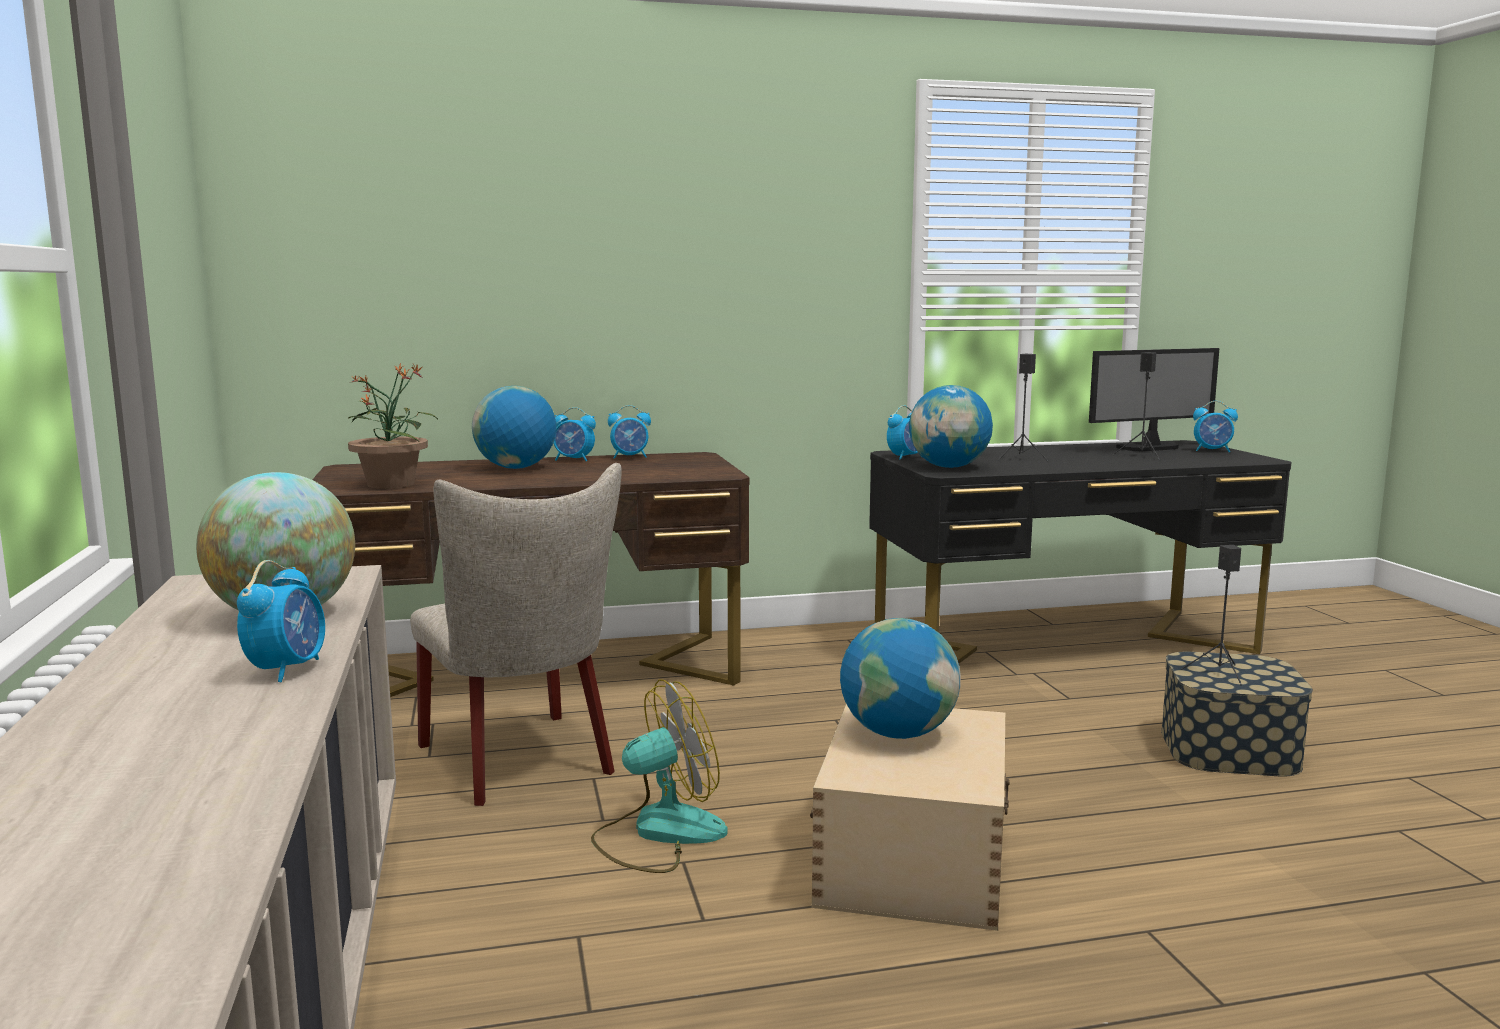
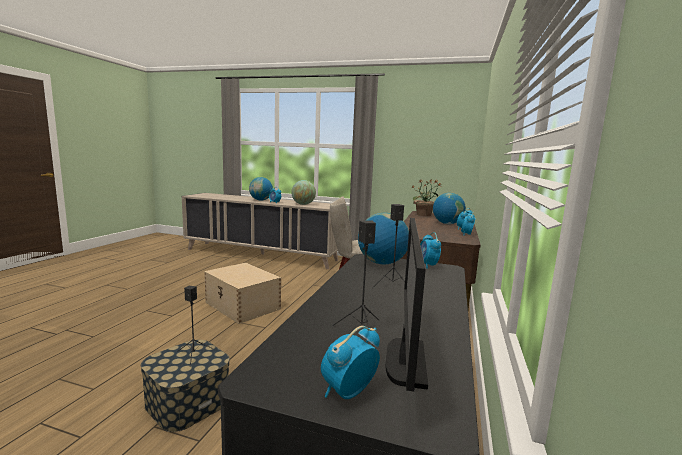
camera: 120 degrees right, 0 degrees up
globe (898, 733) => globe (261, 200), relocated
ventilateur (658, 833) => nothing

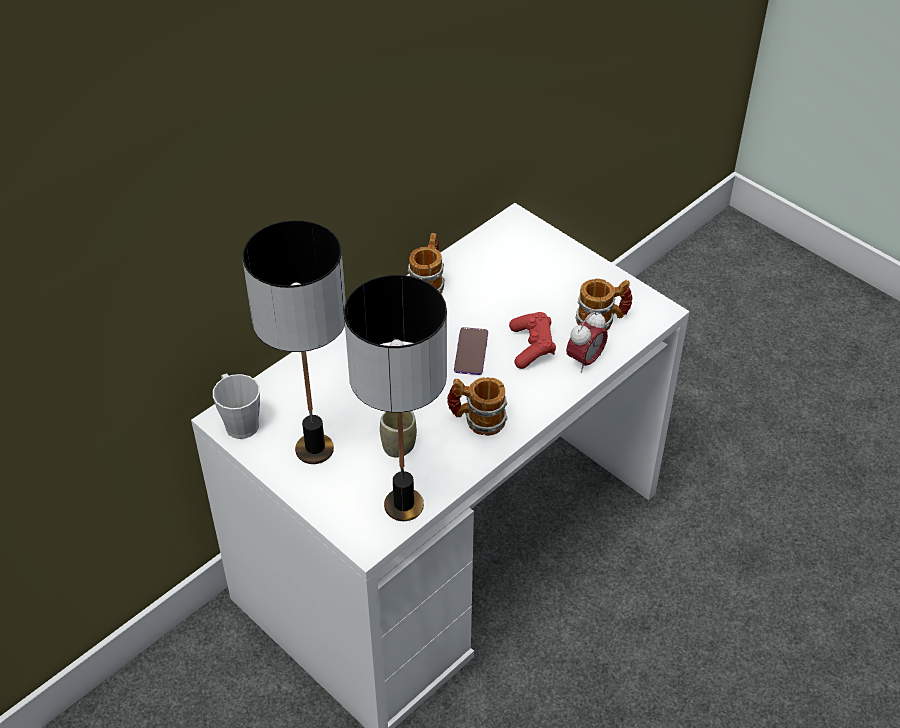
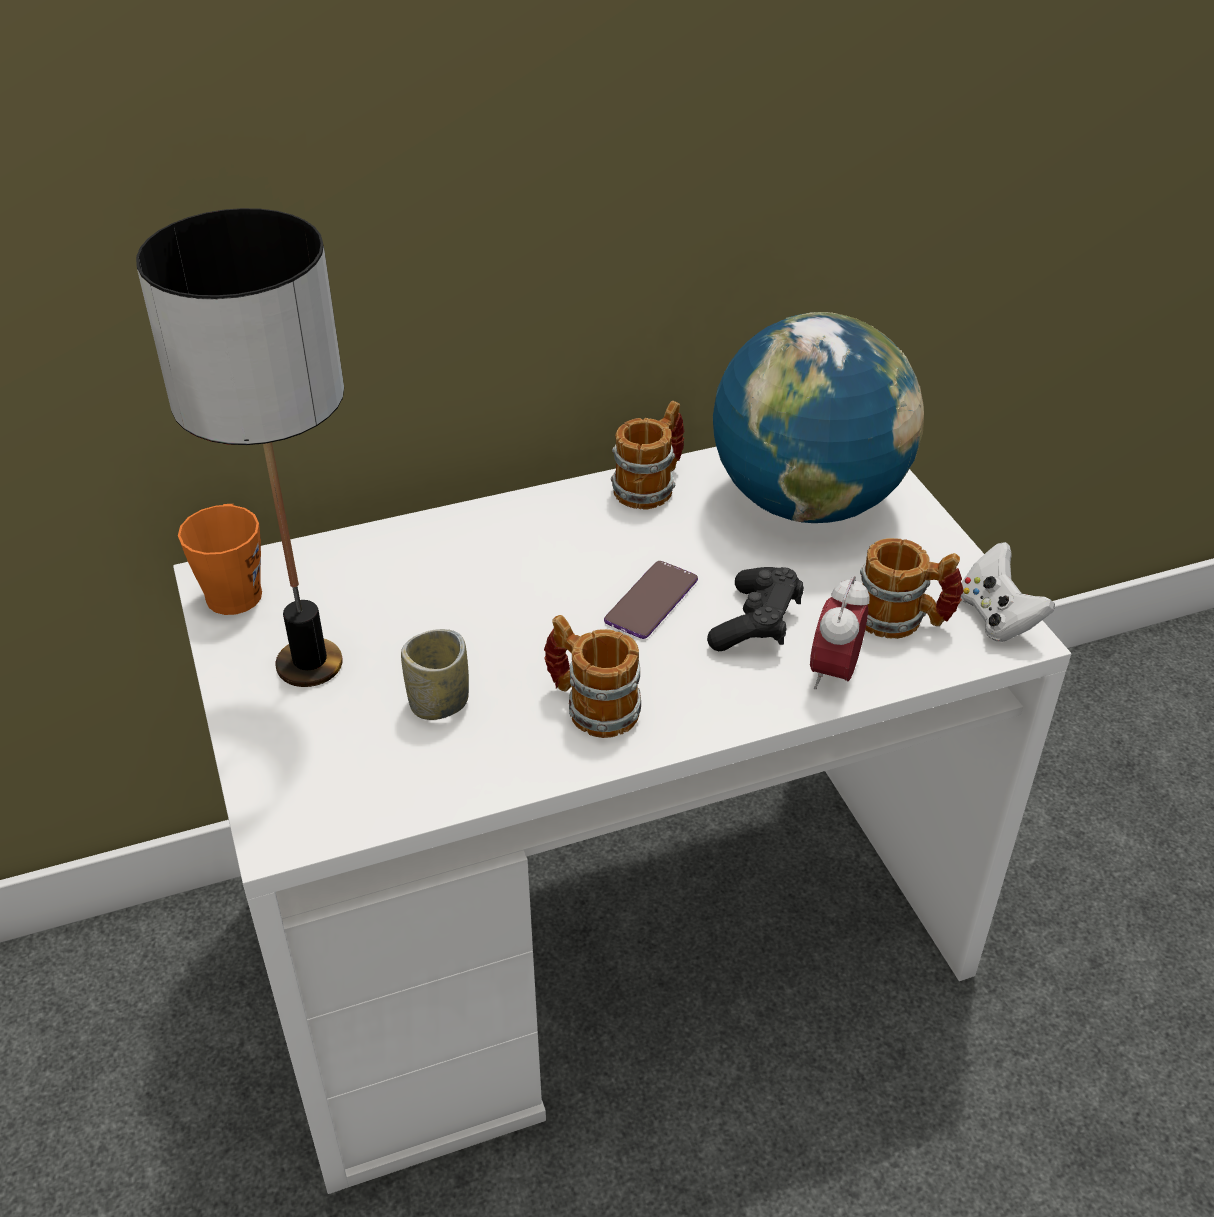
camera: 25 degrees right, 5 degrees down
mug (gris) (239, 421) => mug (orange) (235, 588)
manette (rouge) (532, 347) => manette (noir) (756, 624)
nothing => globe (807, 503)
réveil (585, 360) => réveil (834, 673), 135 degrees clockwise
nothing => manette (blanc) (997, 617)
lampe de table (402, 506) => nothing

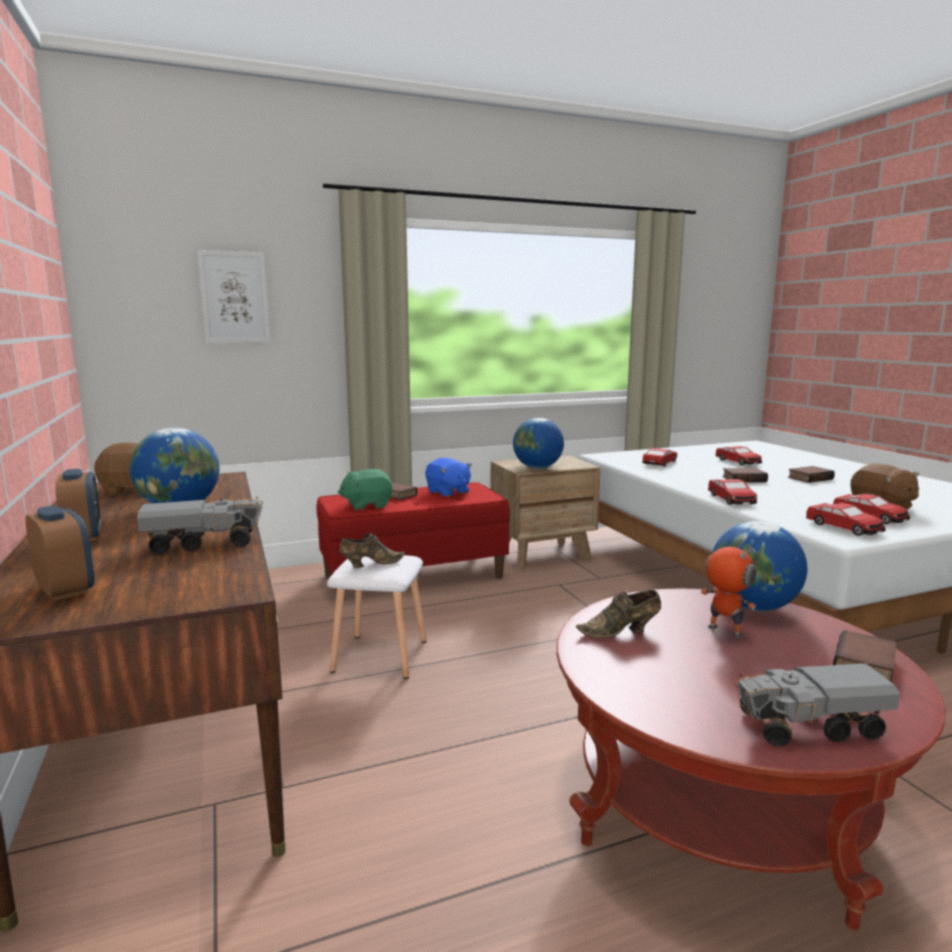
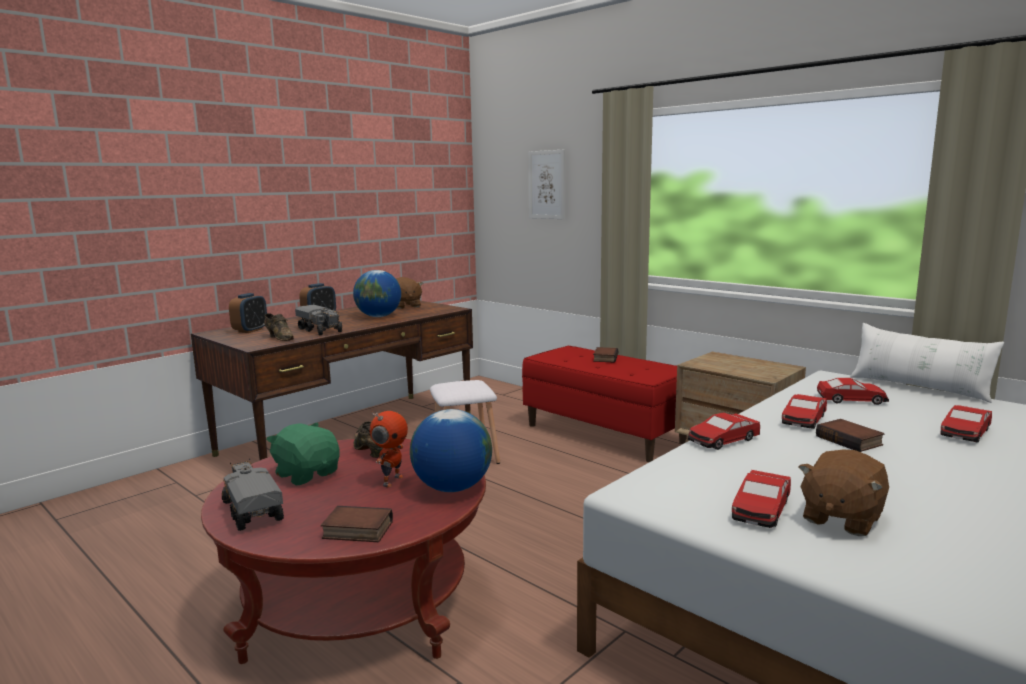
camera: 65 degrees right, 0 degrees up
chaussure (marron) (370, 564) => chaussure (marron) (279, 338), relocated
peluche (vert) (367, 505) => peluche (vert) (307, 474), relocated
petite voiture (844, 527) => petite voiture (803, 419), relocated
nothing => coussin (blanc) (918, 387)
peluche (bleu) (448, 492) => nothing
globe (537, 468) => nothing
livre (809, 478) => nothing

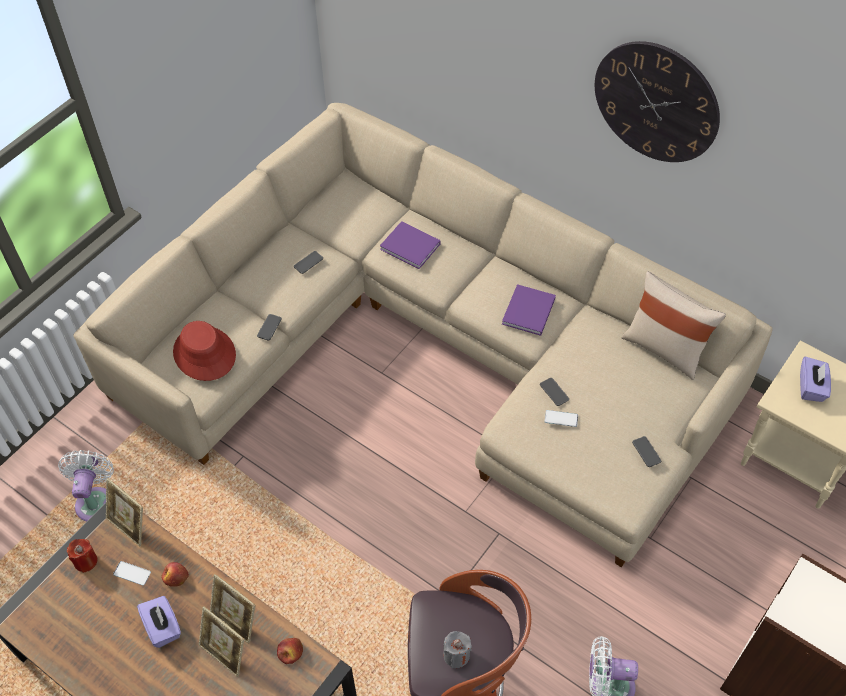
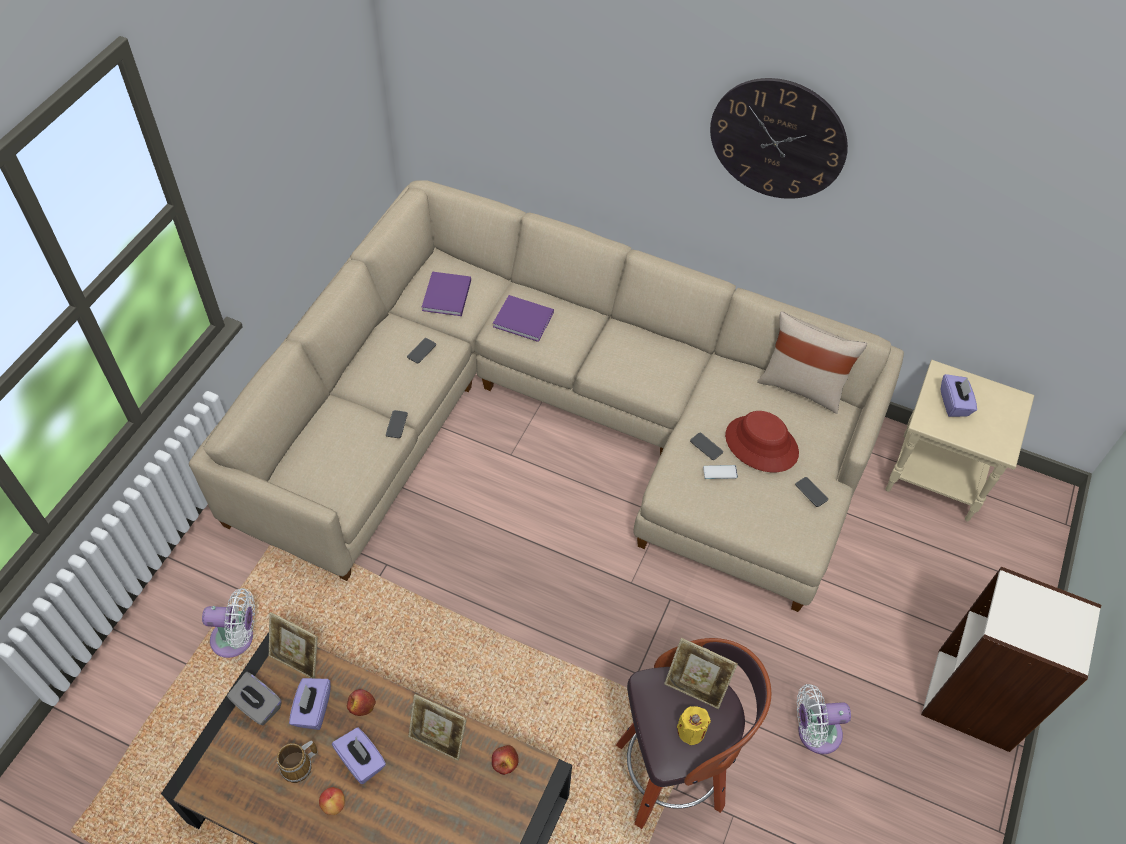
camera: 15 degrees left, 0 degrees up
ventilateur (blanc) (96, 500) => ventilateur (blanc) (237, 639), 105 degrees clockwise
bougie (rouge) (85, 561) => boîte à mouchoirs (gris) (258, 706)
nothing => mug (299, 767)
téléphone (132, 573) => boîte à mouchoirs (violet) (312, 710)
nothing => pomme (333, 804)
livre (violet) (528, 312) => livre (violet) (446, 296), relocated
cadre photo (225, 653) => cadre photo (695, 687), relocated
bougie (gris) (456, 655) => bougie (jaune) (691, 731)
chapeau (rouge) (204, 354) => chapeau (rouge) (761, 445), relocated

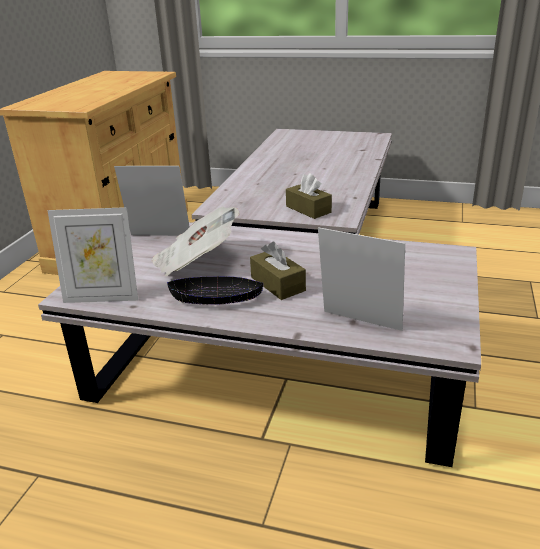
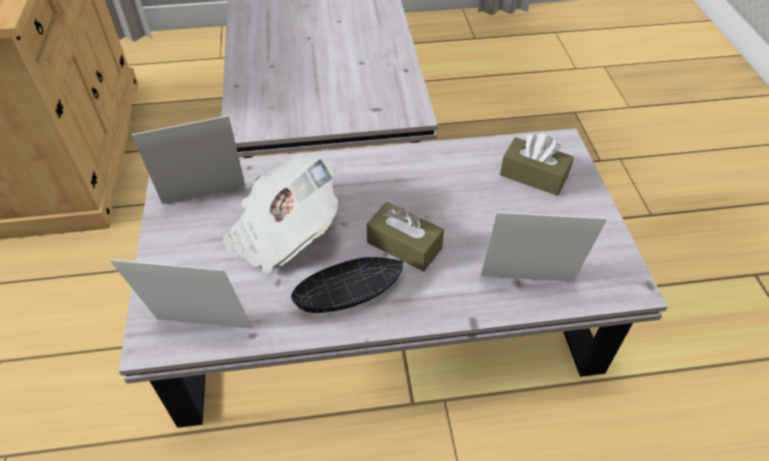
camera: 25 degrees left, 20 degrees up
cadre photo (102, 297) => cadre photo (201, 332), 150 degrees counterclockwise
boîte à mouchoirs (marron) (308, 209) => boîte à mouchoirs (marron) (533, 175), relocated

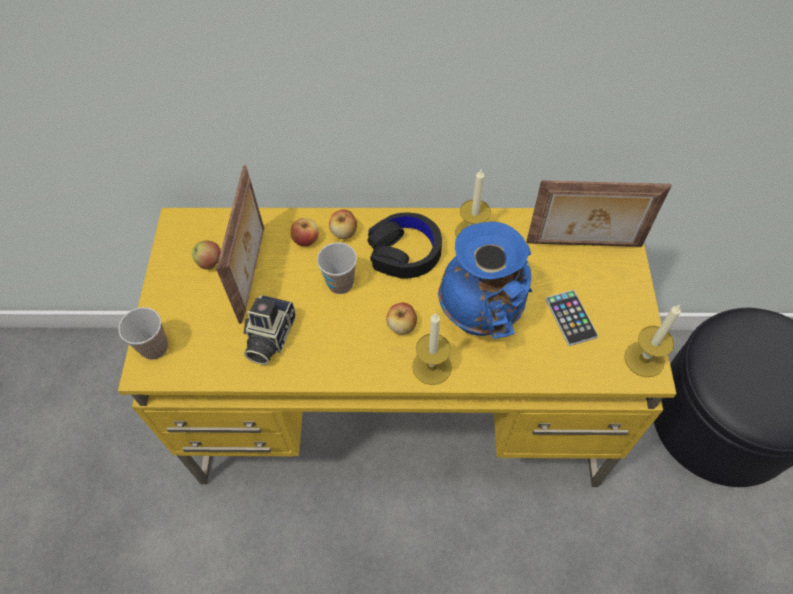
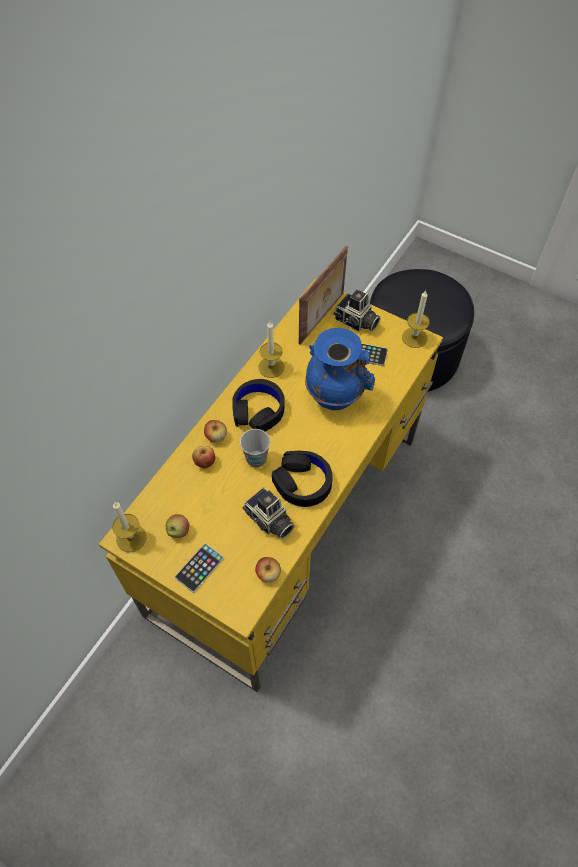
camera: 60 degrees left, 0 degrees up
bougie (432, 366) => bougie (131, 538), relocated
nothing => téléphone (199, 568)
pomme (402, 326) => pomme (268, 574), relocated
nothing => casque audio (noir) (302, 482)
nothing => appareil photo (356, 322)
tasse (154, 347) => nothing
cadre photo (254, 273) => nothing

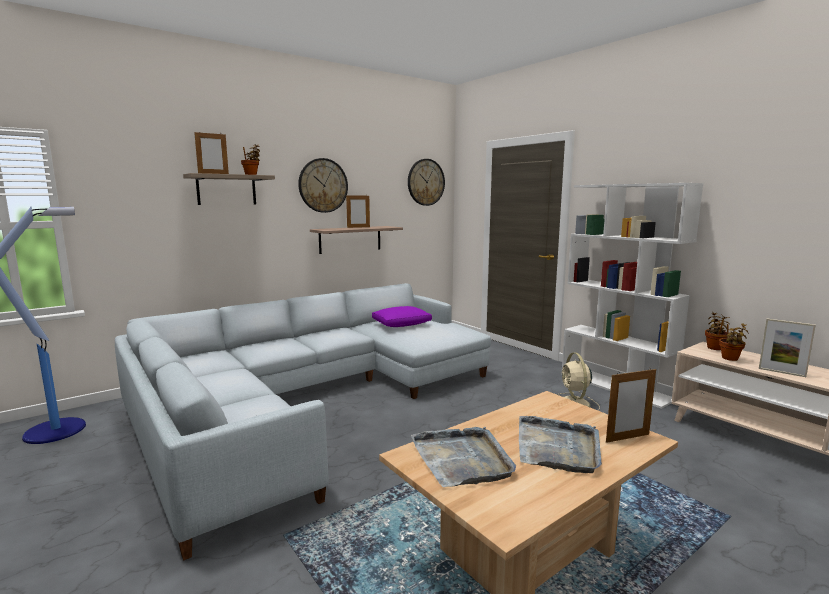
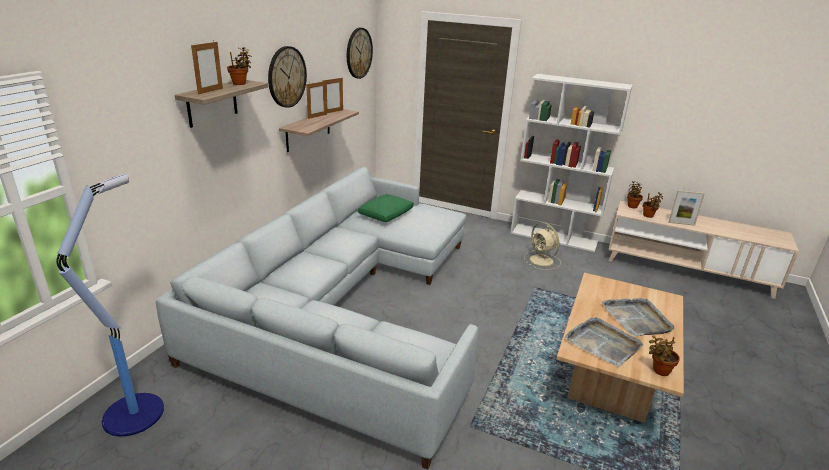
camera: 30 degrees left, 15 degrees up
cadre photo (627, 438) => cadre photo (333, 111), relocated
coussin (violet) (402, 324) => coussin (vert) (386, 214)
nothing => plante en pot (659, 371)

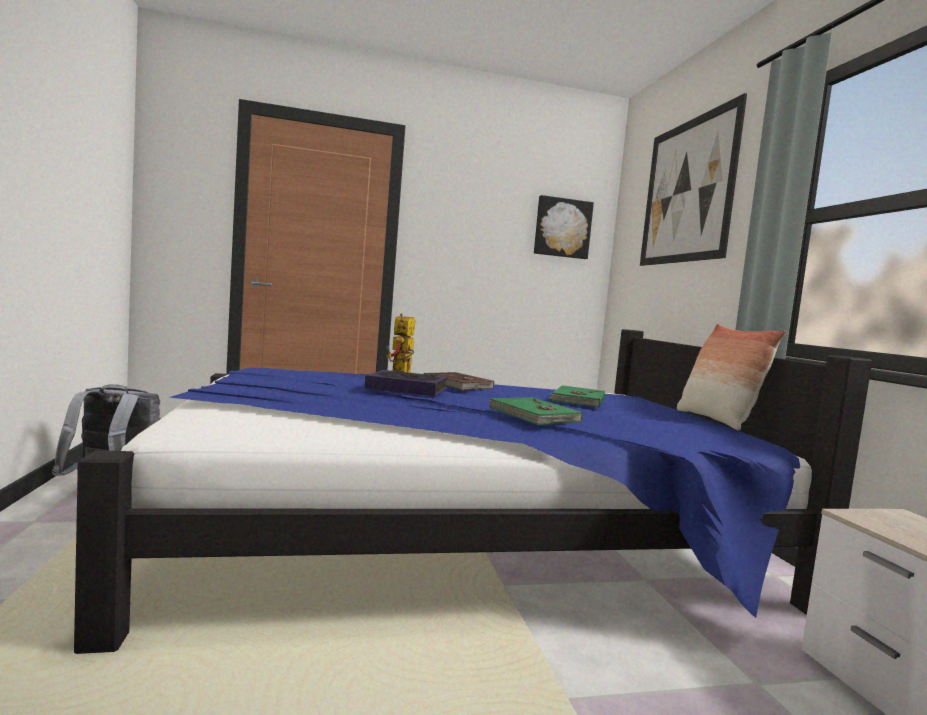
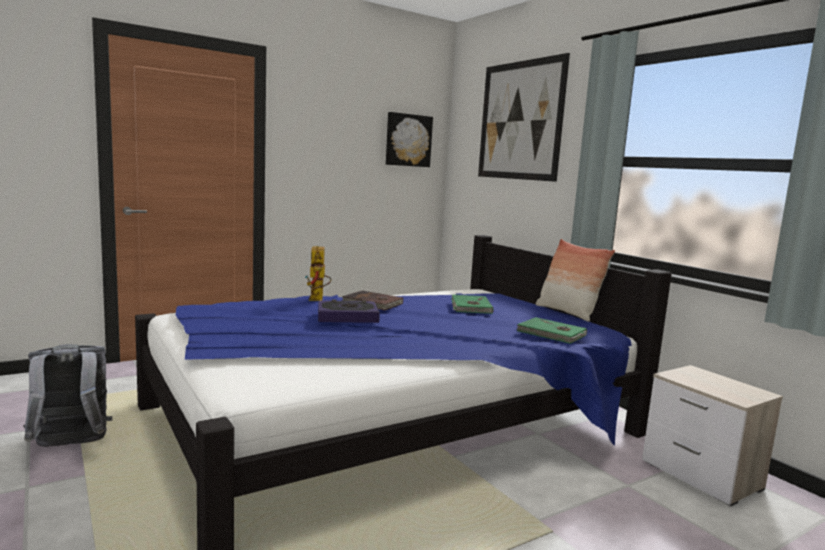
camera: 20 degrees left, 5 degrees up
livre (vert) (533, 415) => livre (vert) (551, 333), relocated

